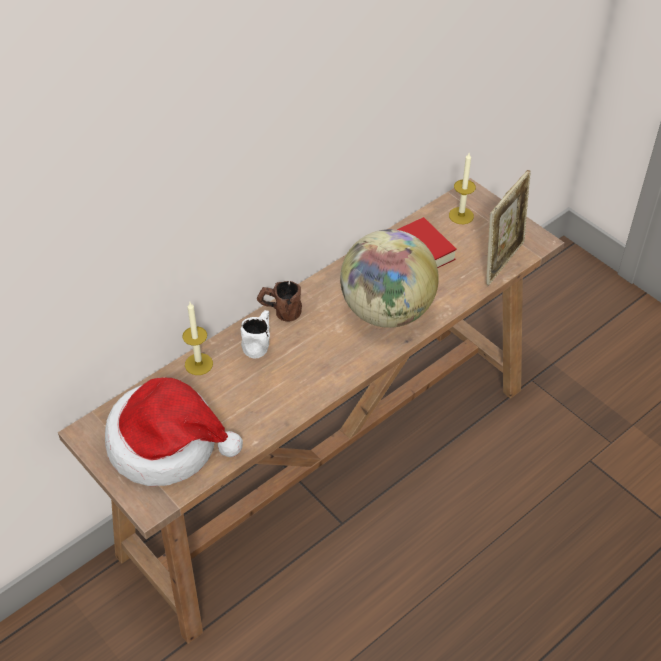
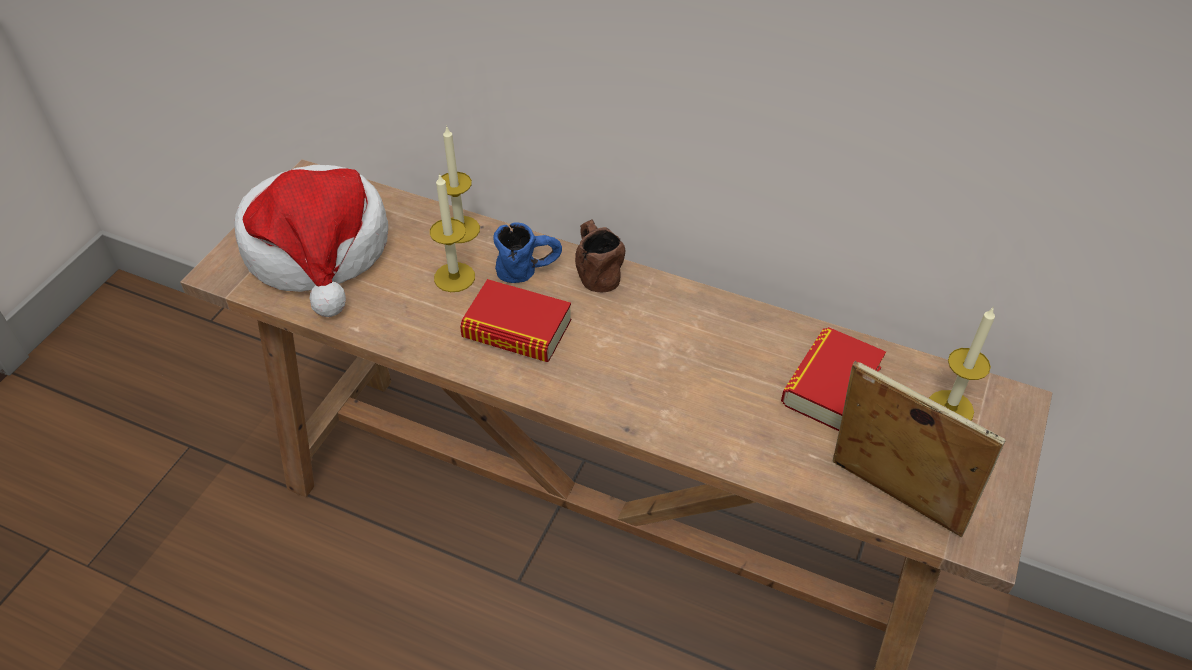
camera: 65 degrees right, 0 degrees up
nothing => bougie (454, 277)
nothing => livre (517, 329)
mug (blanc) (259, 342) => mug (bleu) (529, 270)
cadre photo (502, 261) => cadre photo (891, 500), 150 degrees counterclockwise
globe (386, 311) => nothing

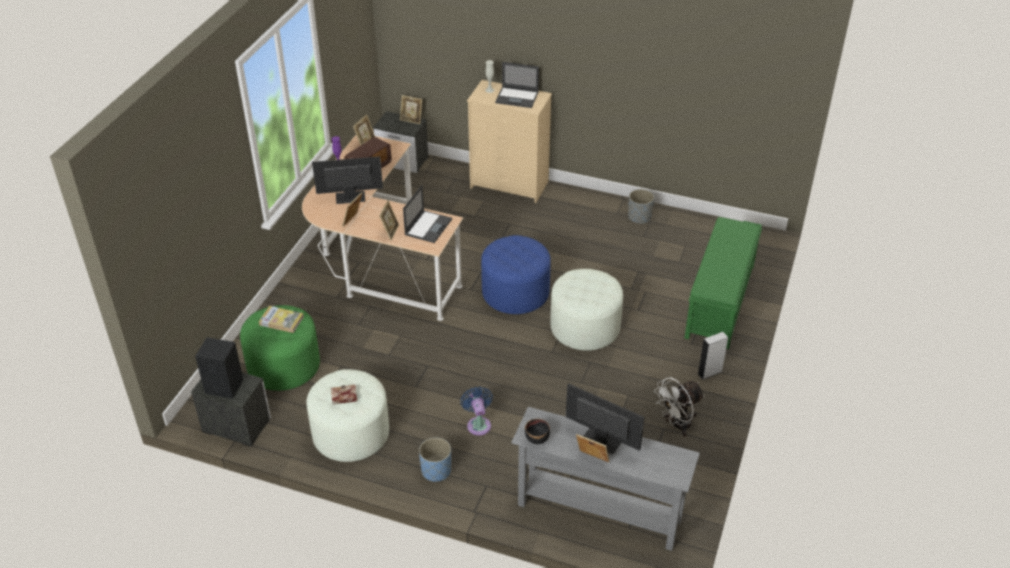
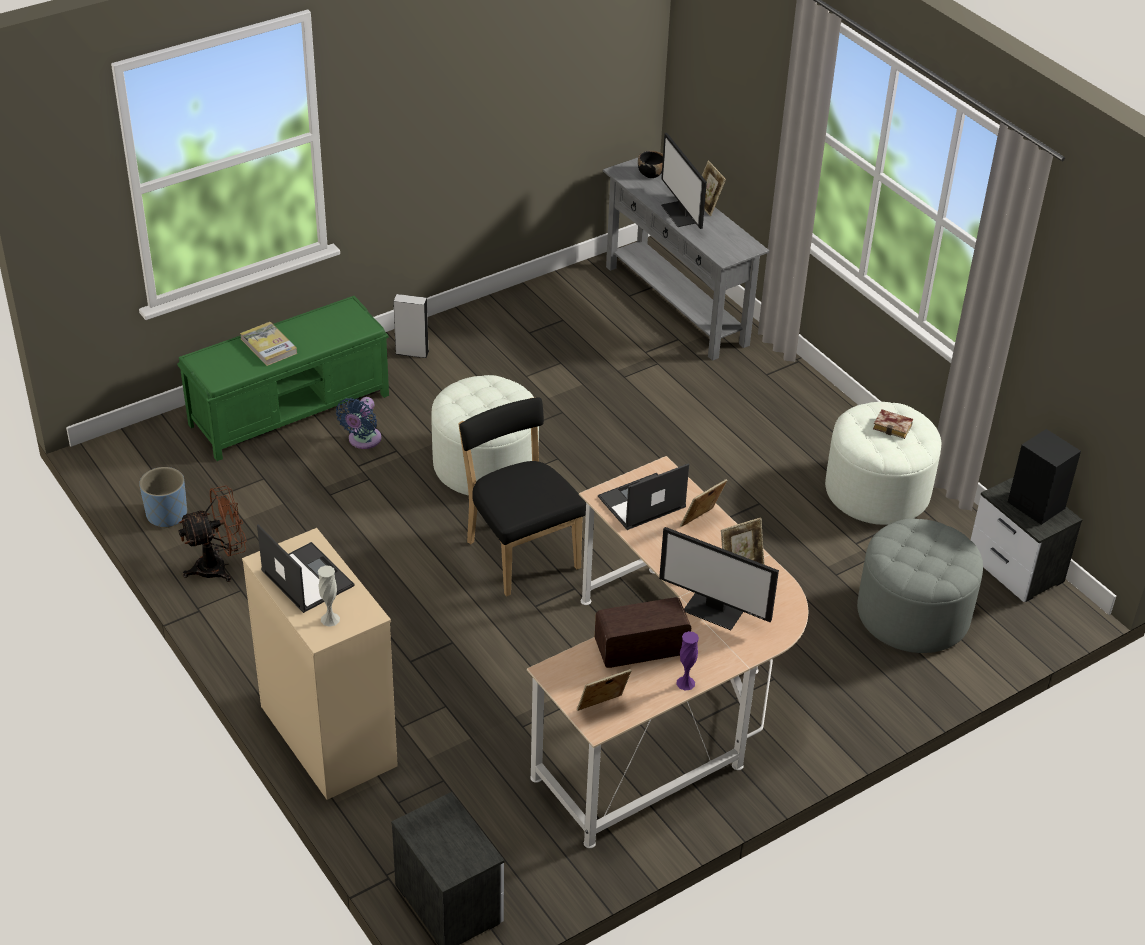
camera: 145 degrees left, 0 degrees up
cache-pot (bleu) (436, 471) => cache-pot (bleu) (166, 515), relocated
cache-pot (gris) (639, 217) => ventilateur (marron) (219, 567)
livre (281, 321) => livre (268, 346), relocated
ventilateur (bleu) (478, 424) => ventilateur (bleu) (363, 440), relocated
pouf (bleu) (515, 292) => chaise (noir) (520, 551)
bol (noir) (537, 438) => bol (noir) (651, 174), relocated
pouf (vert) (283, 365) => pouf (gris) (913, 614)
cadre photo (411, 120) => nothing
ventilateur (blanc) (676, 425) => nothing

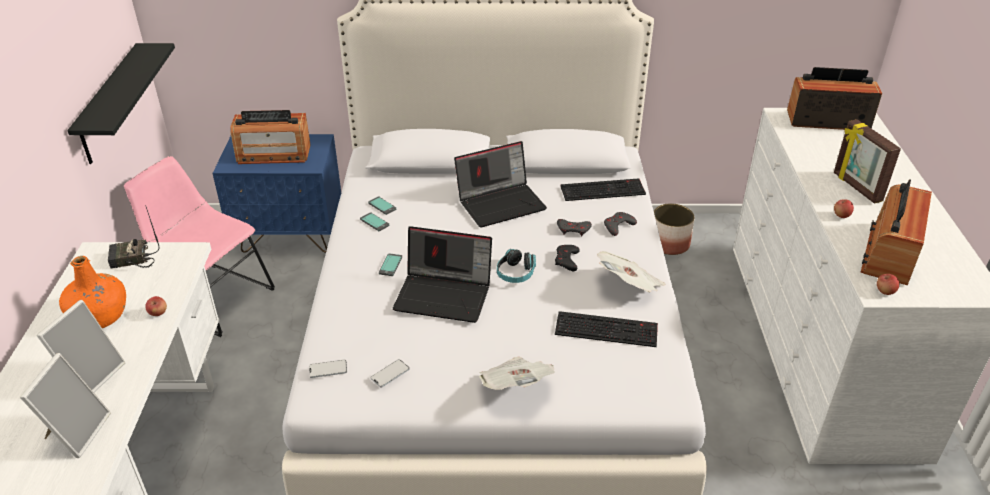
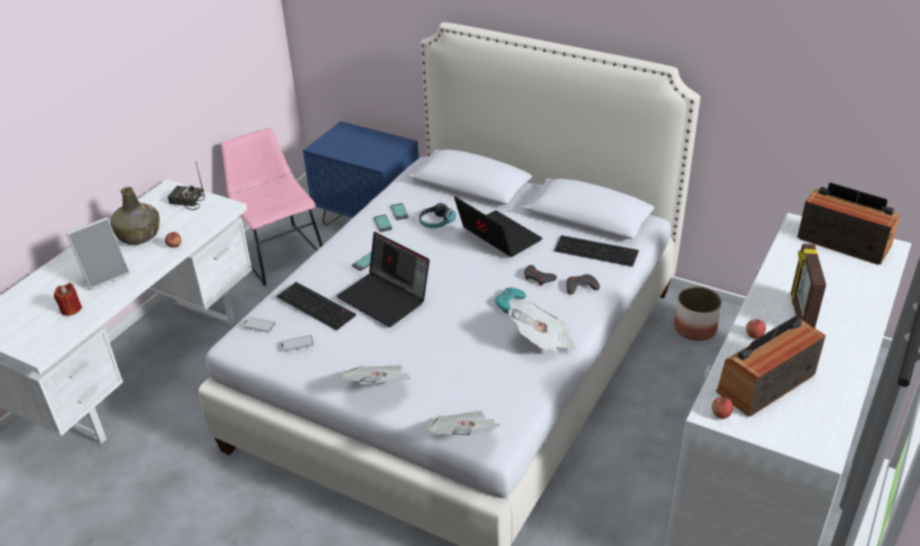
camera: 30 degrees right, 0 degrees up
cadre photo (76, 432) => bougie (rouge) (71, 309)
bouteille (orange) (100, 315) => bouteille (vert) (139, 235)
clavier (607, 329) => clavier (317, 306), relocated
casque audio (516, 273) => casque audio (436, 222), relocated
nothing => journal (464, 437)
ordinateur portable (501, 203) => ordinateur portable (497, 237), 135 degrees counterclockwise
manette (noir) (567, 260) => manette (turquoise) (509, 302)
étagère (noir) (110, 104) => nothing
radio (274, 154) => nothing

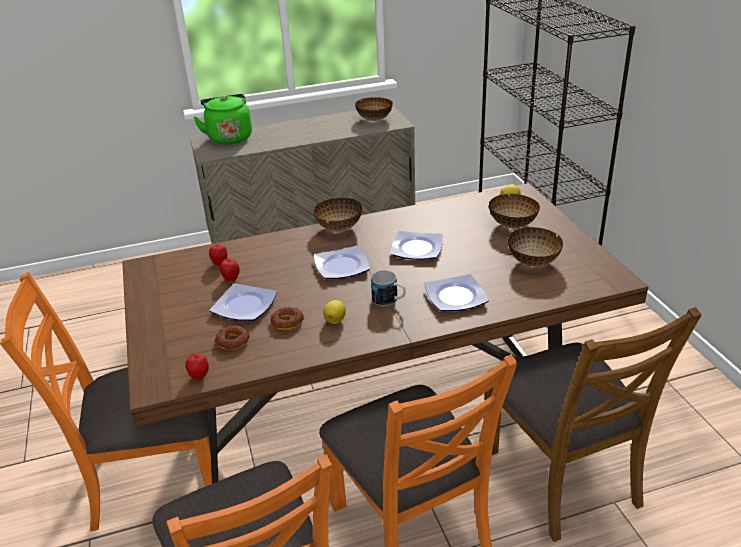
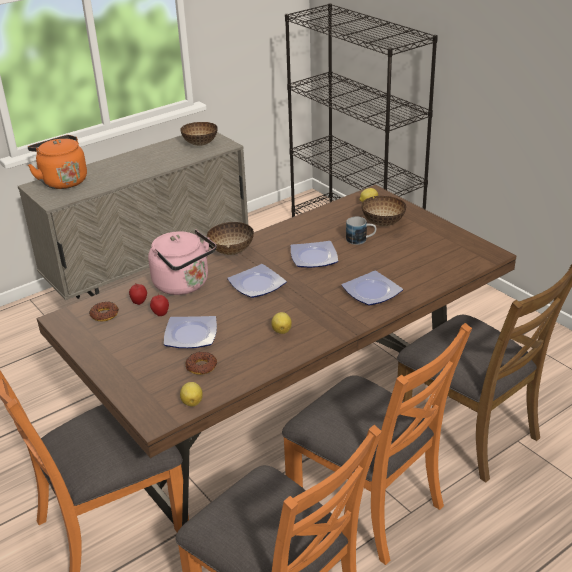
camera: 20 degrees left, 0 degrees up
bouilloire (vert) (229, 137) => bouilloire (orange) (62, 181)
beignet (287, 322) => beignet (104, 314), relocated
nothing => bouilloire (rose) (184, 285)
pomme (199, 377) => citron (192, 402)
mug (389, 301) => mug (361, 240), relocated
bol (533, 262) => nothing

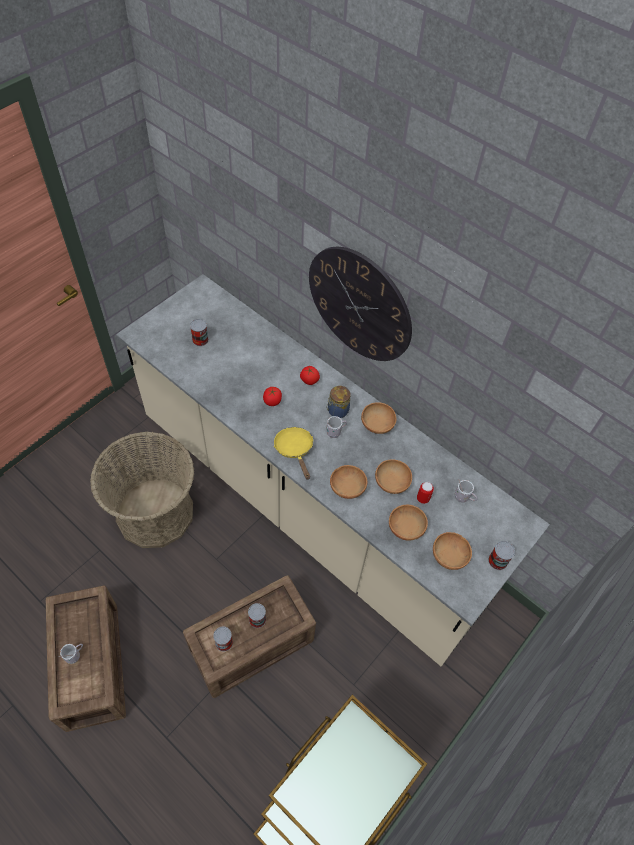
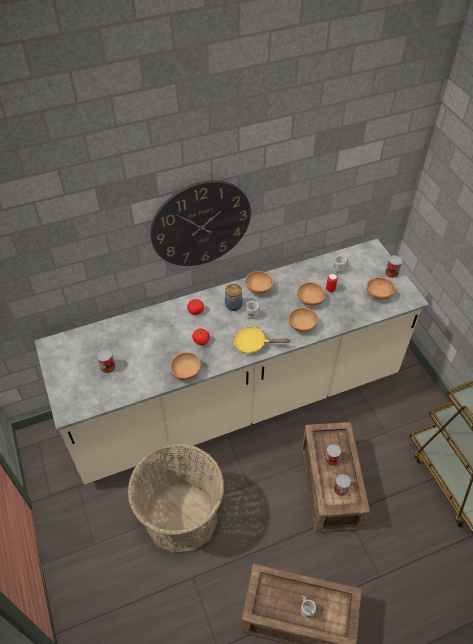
camera: 60 degrees left, 5 degrees down
bol (marron) (405, 527) => bol (marron) (185, 372), relocated

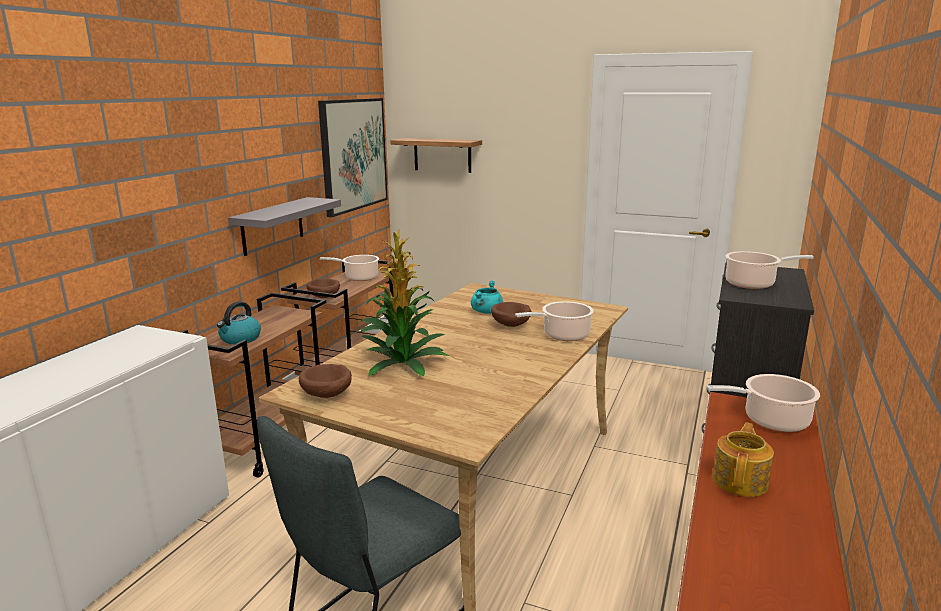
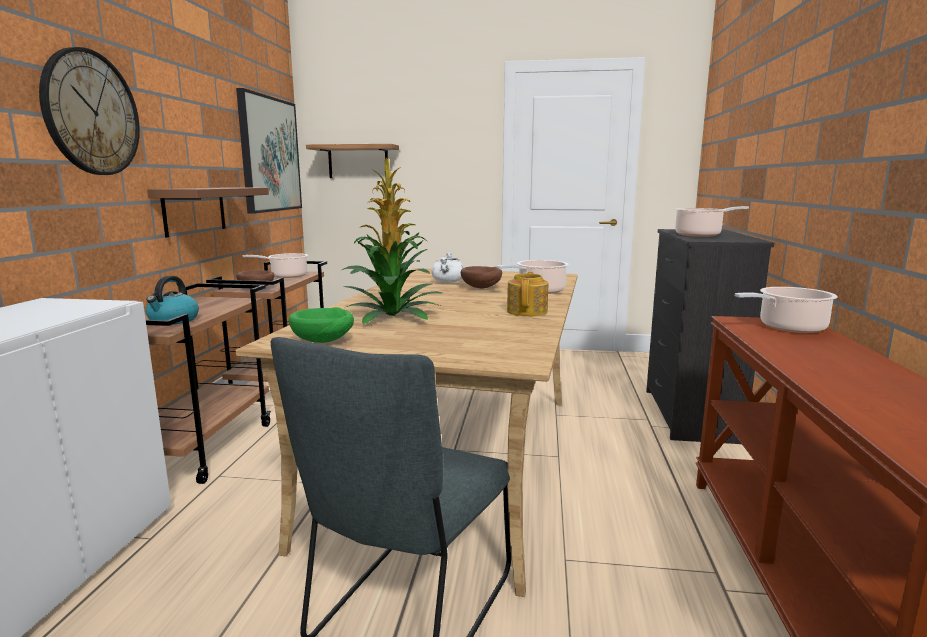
camera: 15 degrees left, 5 degrees down
nothing => horloge murale (91, 113)
étagère (gris) (272, 226) => étagère (marron) (194, 210)
bol (marron) (327, 395) => bol (vert) (324, 342)
marmite (turquoise) (487, 312) => marmite (blanc) (448, 282)
théière (741, 481) => théière (527, 311), relocated

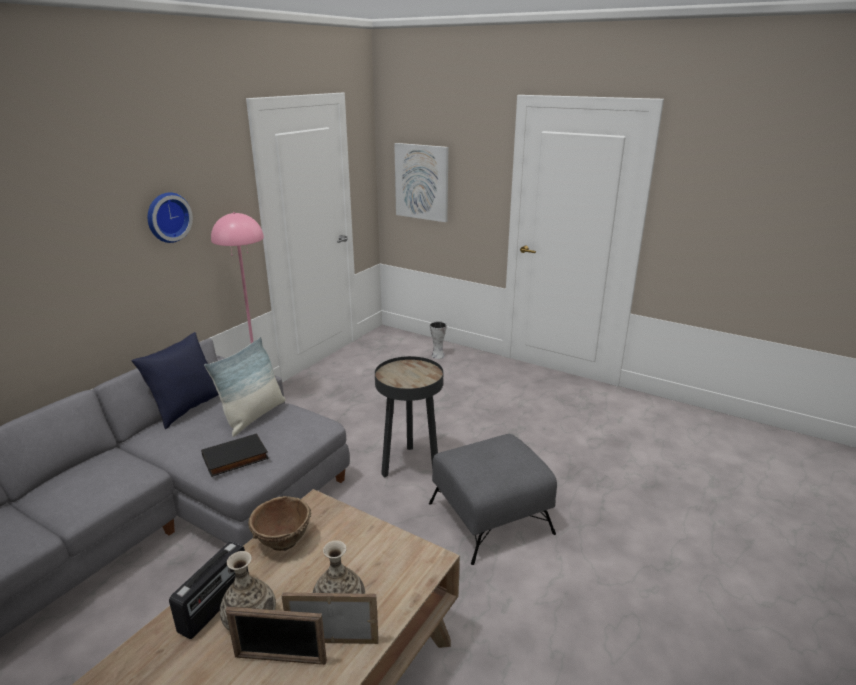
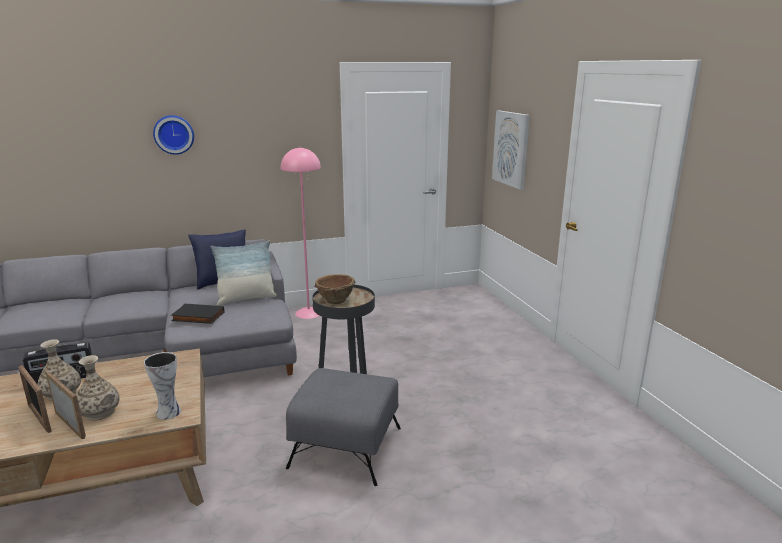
camera: 40 degrees right, 5 degrees down
vase (437, 355) => vase (168, 412), relocated
horloge murale (167, 217) => horloge murale (174, 134), relocated
bol (marron) (283, 541) => bol (marron) (335, 301), relocated

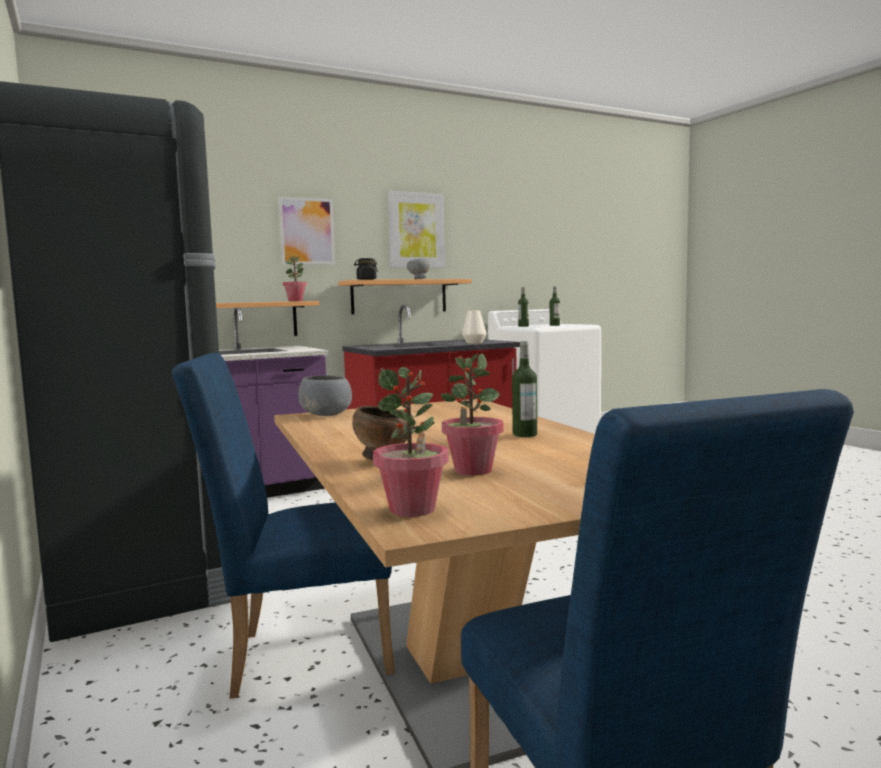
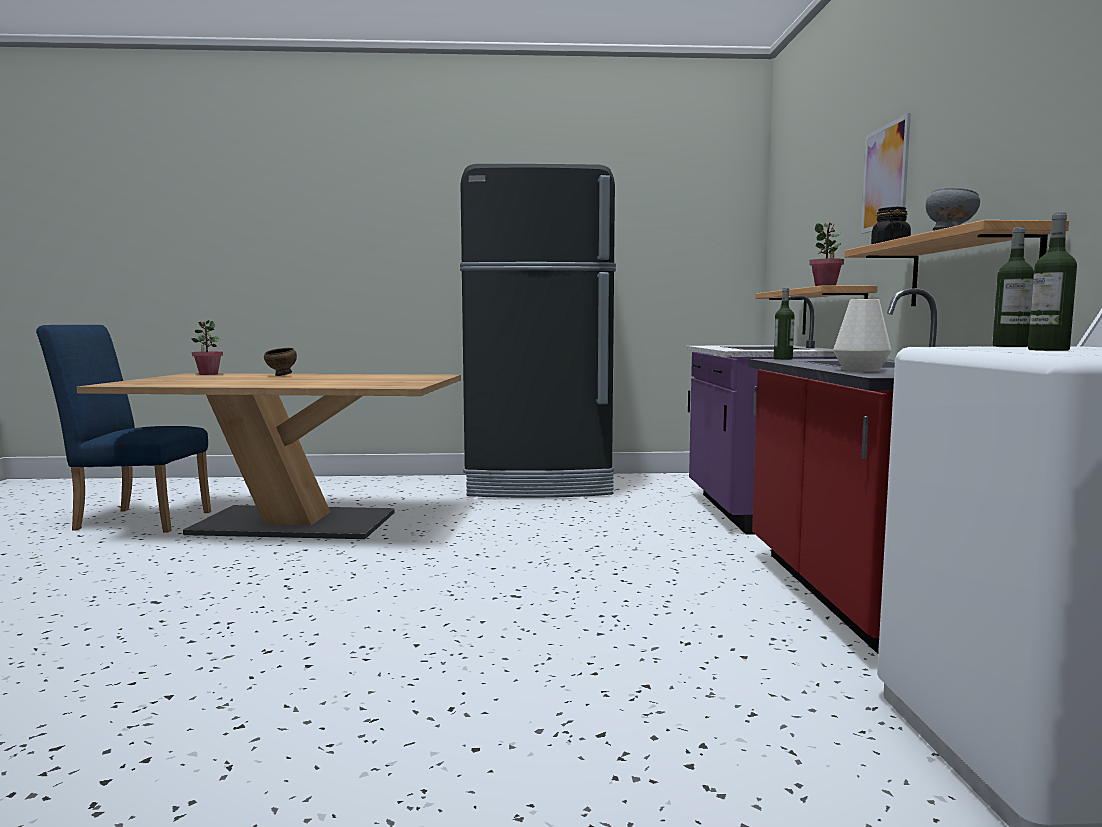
camera: 115 degrees right, 0 degrees up
bouteille (524, 434) => bouteille (783, 359), relocated
chaise (bleu) (301, 656) => nothing
bol (gris) (326, 415) => nothing
tableau (416, 230) => nothing
plante en pot (472, 470) => nothing

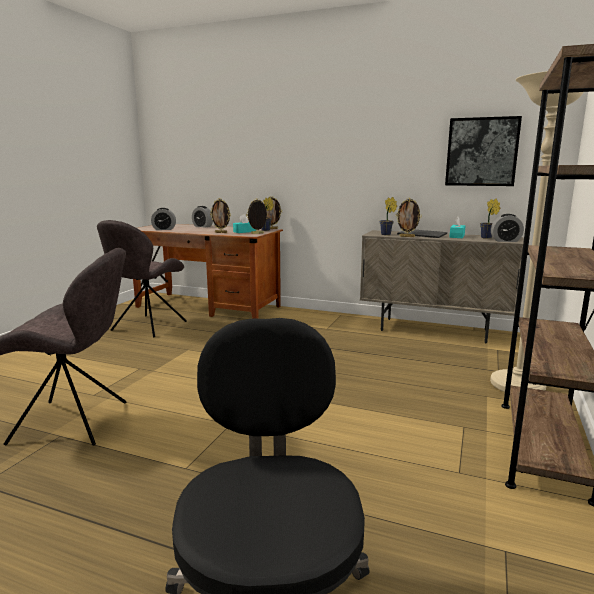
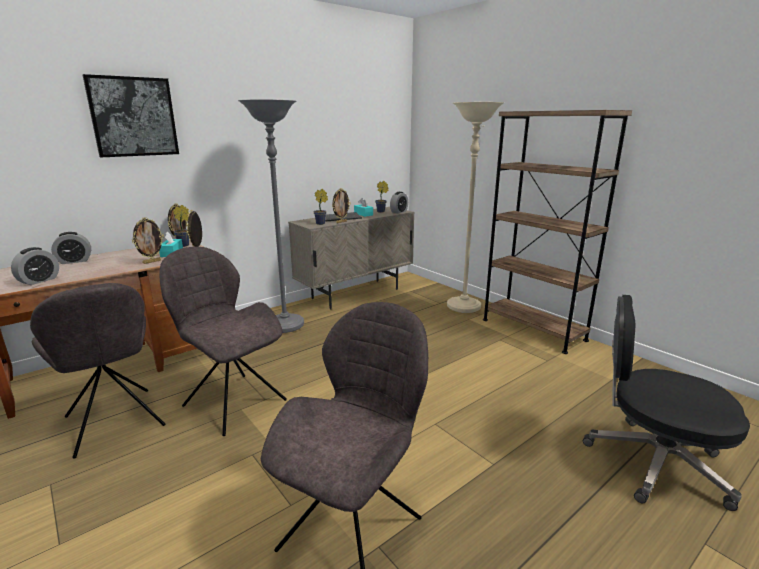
camera: 60 degrees left, 5 degrees up
tableau (481, 152) => tableau (133, 117), relocated
nothing => chaise (gris) (233, 401)
nothing => lampadaire (gris) (285, 325)

